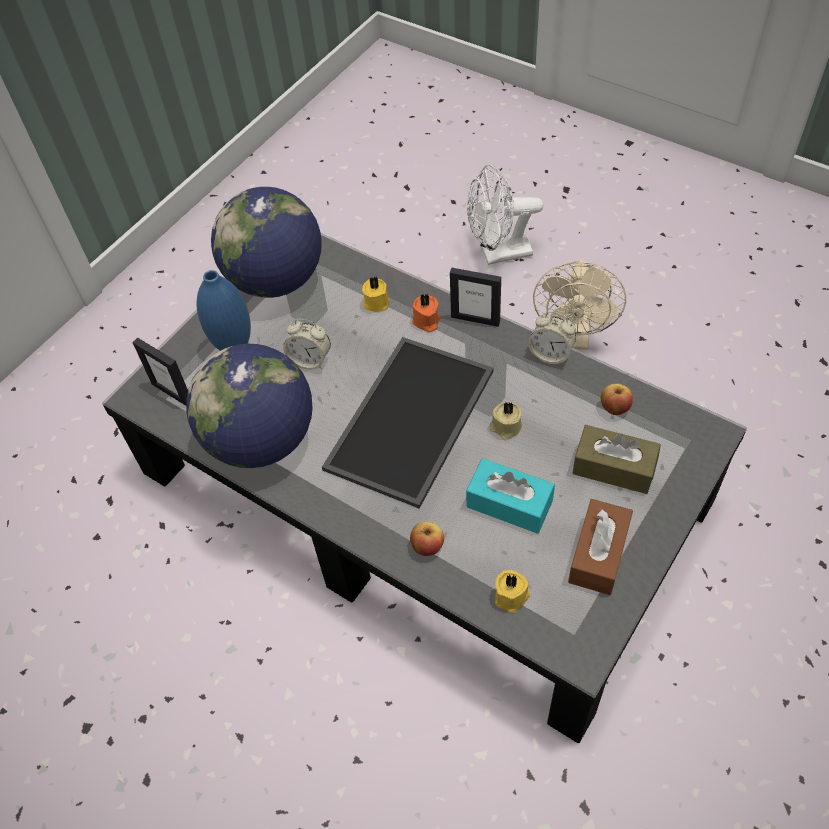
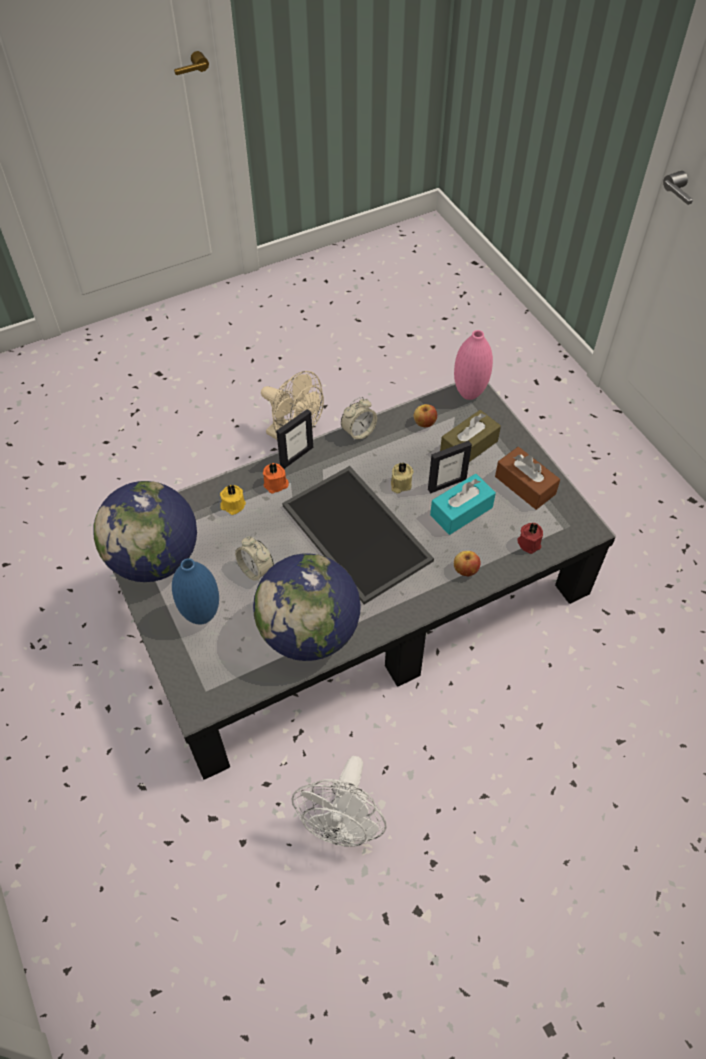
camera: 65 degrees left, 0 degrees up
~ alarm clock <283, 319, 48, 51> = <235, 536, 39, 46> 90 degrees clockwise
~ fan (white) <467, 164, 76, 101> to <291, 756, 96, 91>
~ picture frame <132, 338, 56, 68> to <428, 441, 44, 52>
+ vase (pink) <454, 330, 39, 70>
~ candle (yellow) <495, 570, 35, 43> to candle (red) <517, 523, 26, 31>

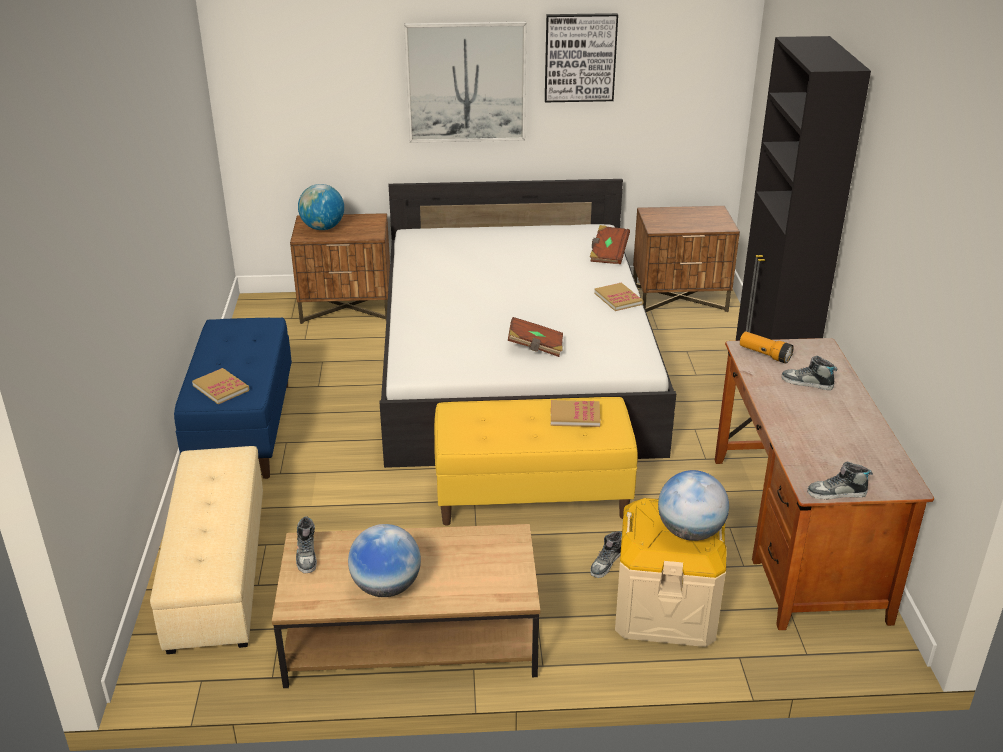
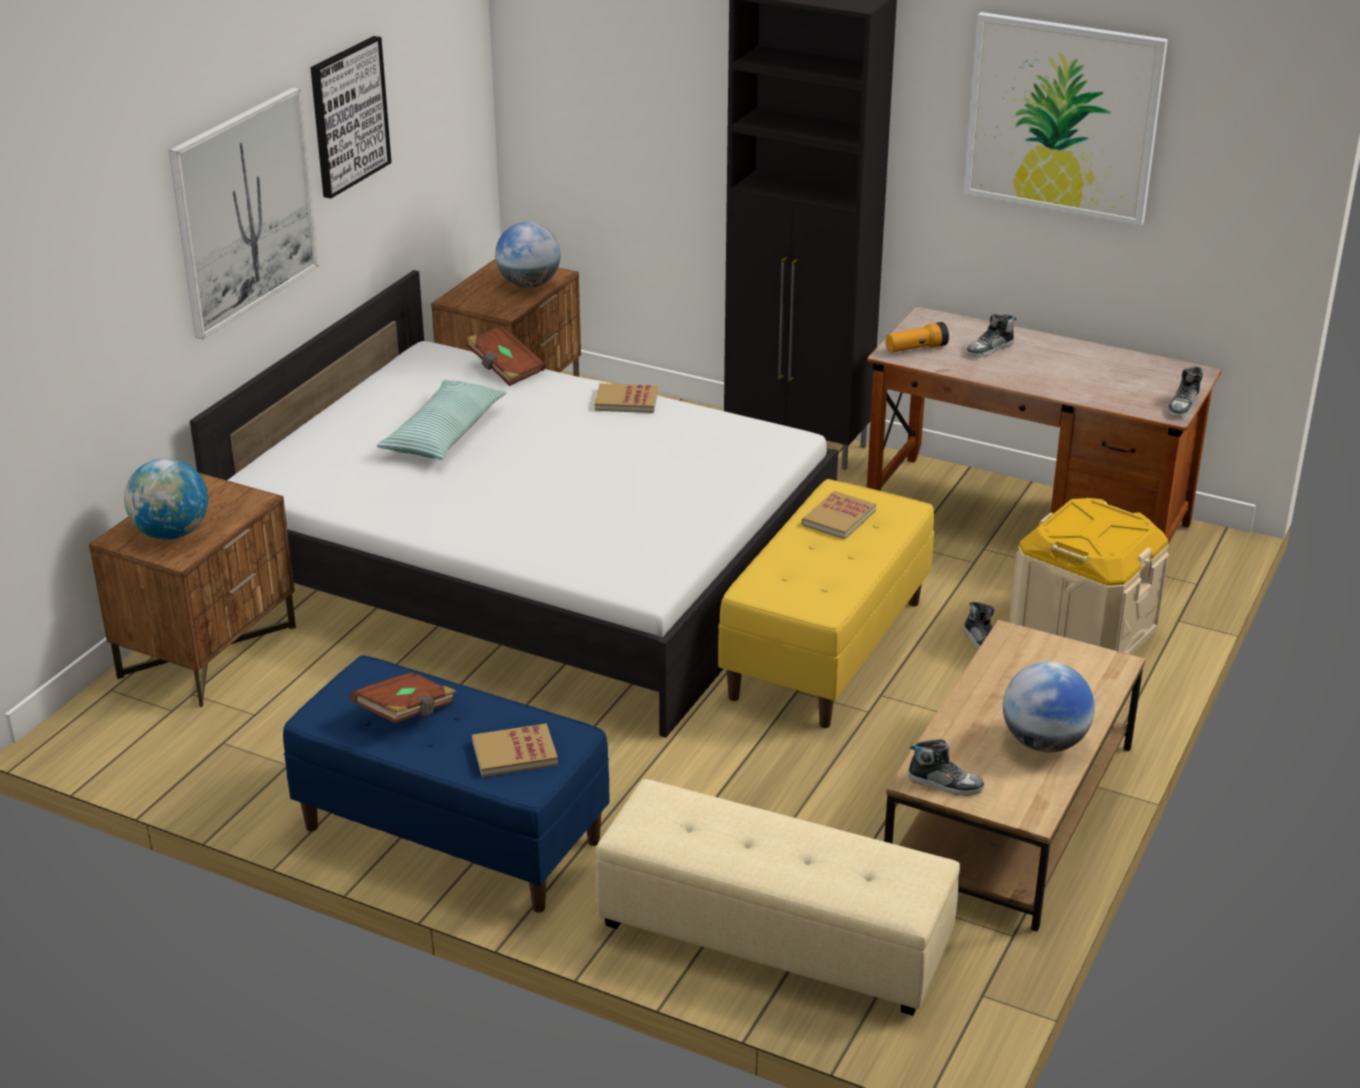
camera: 60 degrees left, 0 degrees up
~ book (brown) <508, 317, 55, 40> to <350, 672, 106, 51>
+ pillow <377, 380, 130, 80>
~ globe <658, 470, 71, 71> to <495, 222, 65, 66>
+ picture <964, 12, 204, 213>

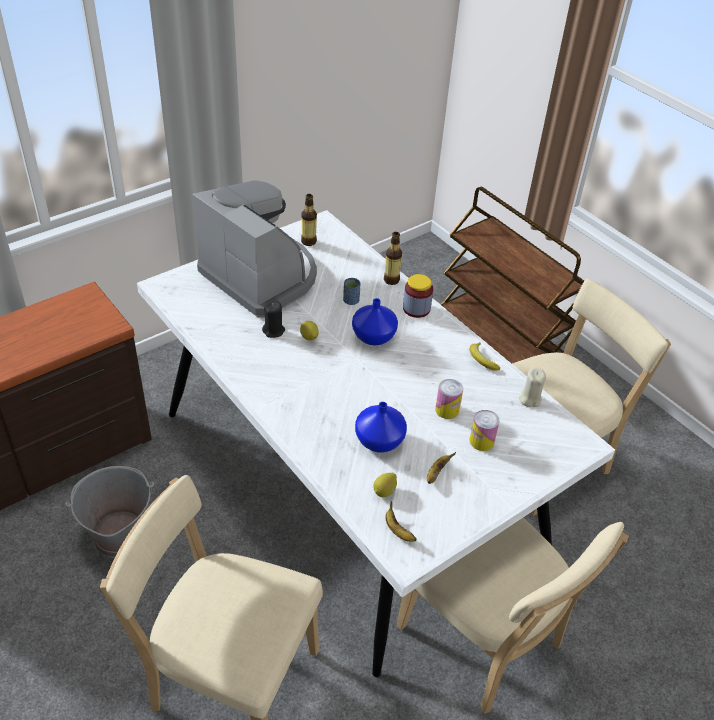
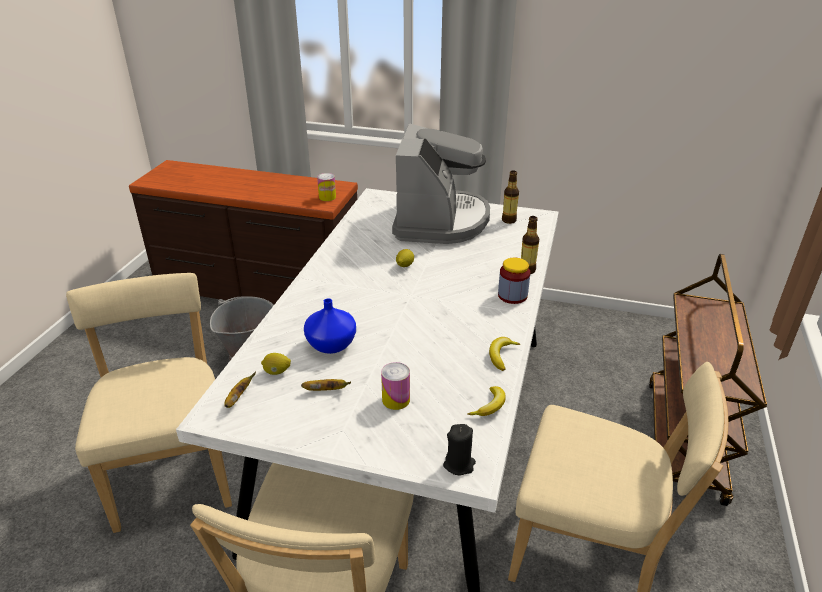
camera: 55 degrees right, 10 degrees down
~ can <435, 379, 28, 40> to <317, 173, 19, 28>
~ candle (black) <262, 301, 23, 37> to <443, 424, 33, 52>
~ candle (beige) <519, 368, 27, 39> to banana <467, 386, 39, 30>
- cup (blue) <343, 278, 18, 27>
- vase (blue) <352, 298, 46, 47>

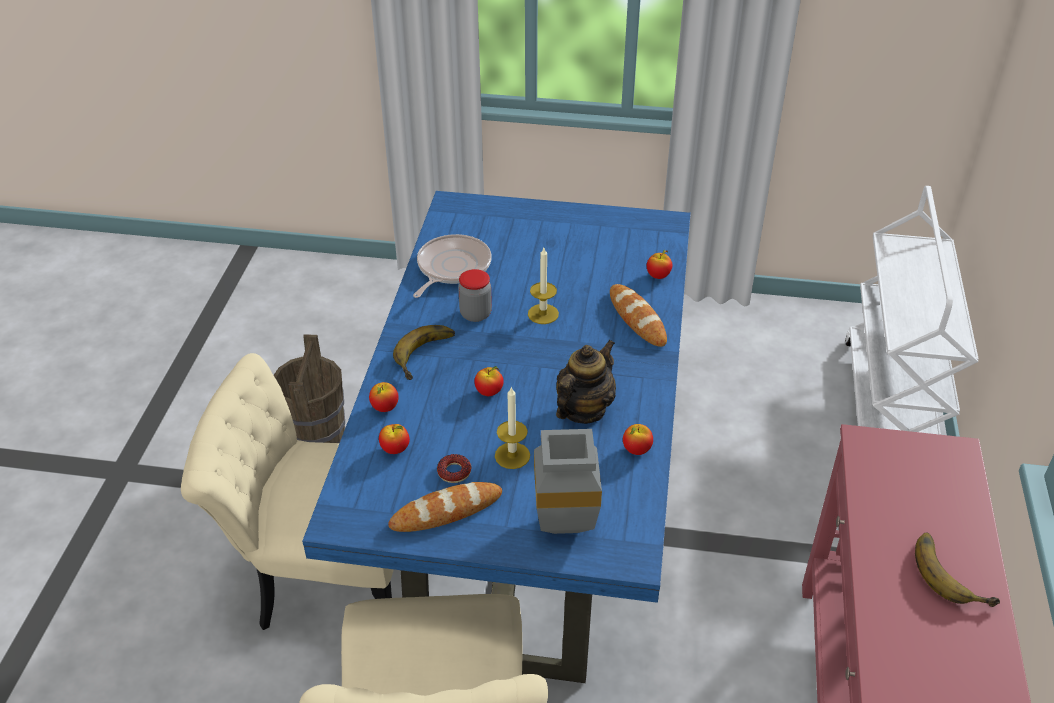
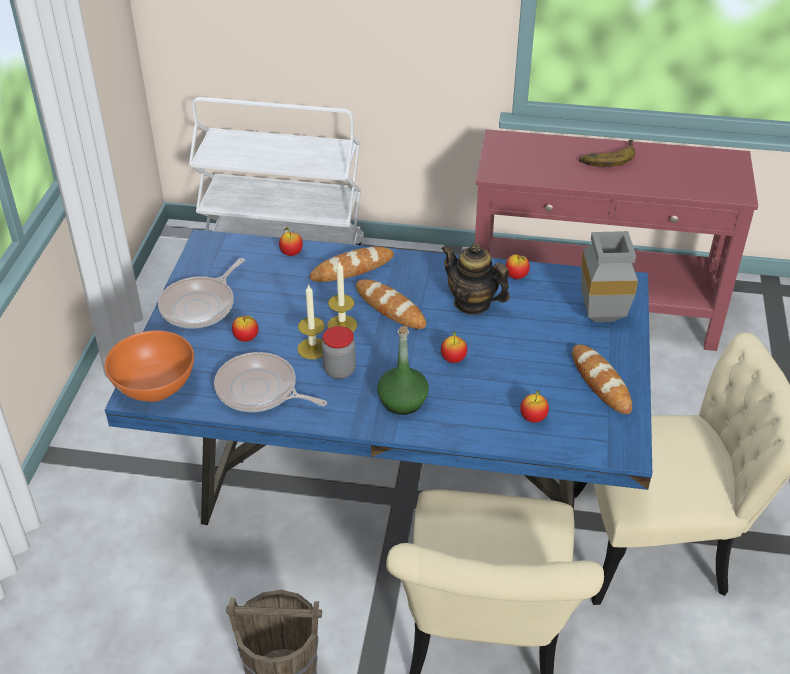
camera: 90 degrees left, 0 degrees up
+ bowl (orange) <105, 331, 89, 71>
+ frying pan <158, 258, 87, 71>
~ apple <369, 382, 30, 30> to <232, 316, 27, 26>
~ candle <495, 386, 35, 83> to <297, 284, 28, 75>
+ bread <356, 279, 70, 50>
~ banana <393, 325, 62, 55> to bottle (green) <377, 326, 52, 89>
- donut <437, 454, 34, 29>

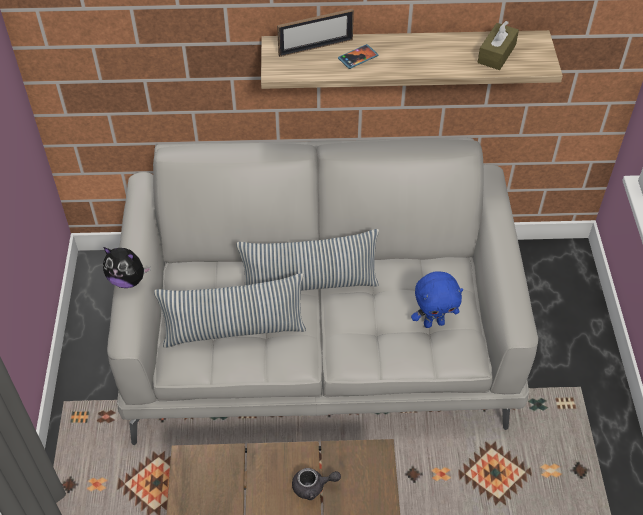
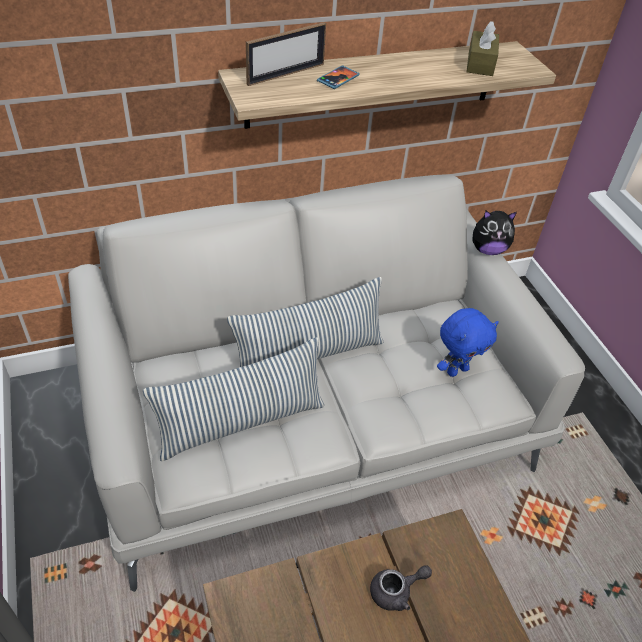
camera: 20 degrees left, 5 degrees down
~ plush toy <103, 247, 48, 41> to <473, 211, 44, 44>

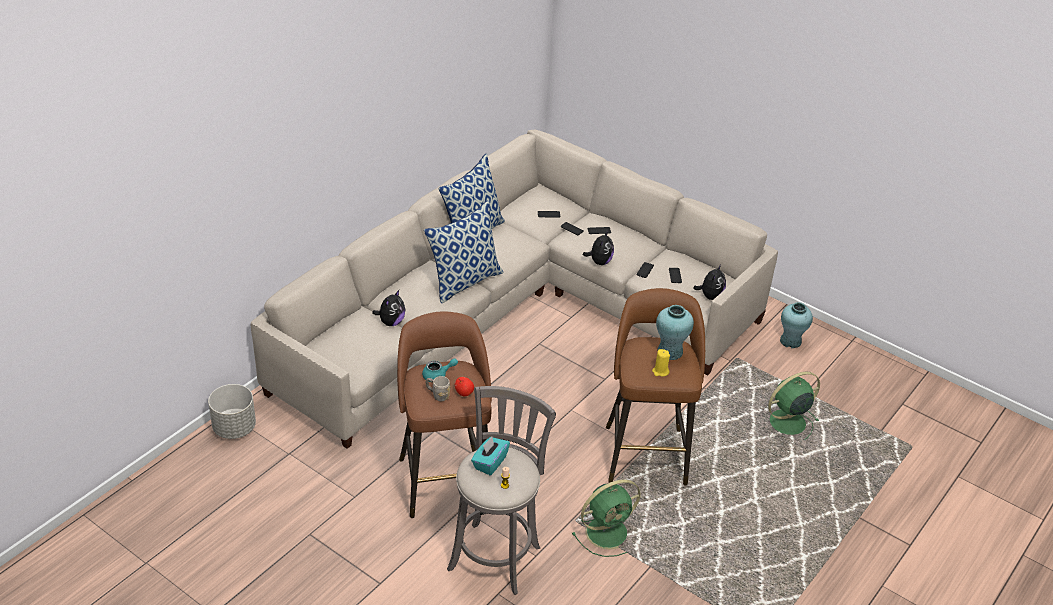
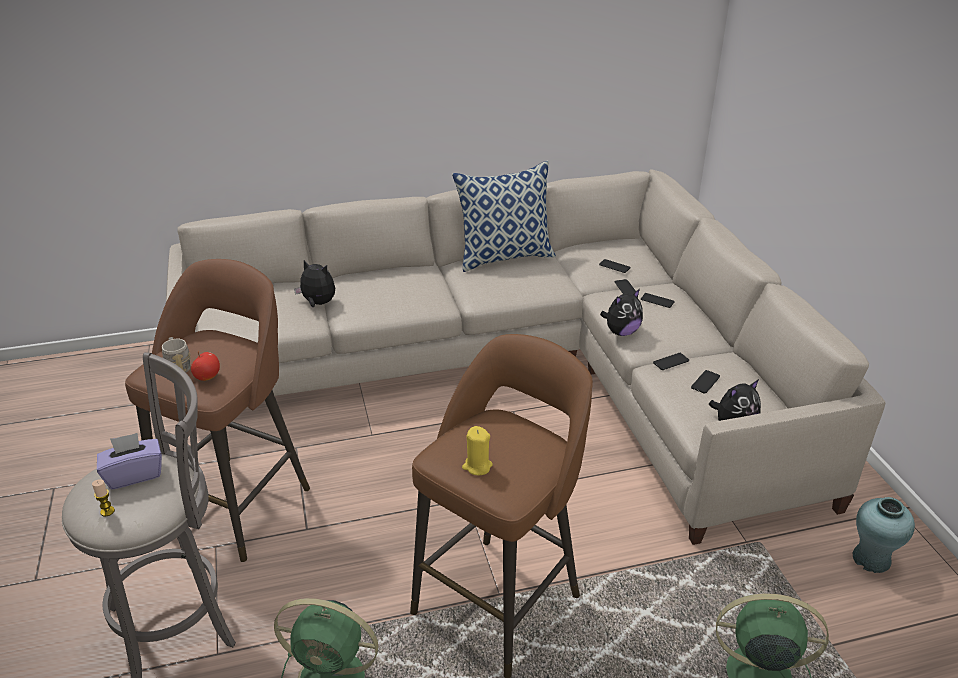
camera: 40 degrees right, 5 degrees down
~ tissue box (turquoise) <471, 437, 39, 38> to tissue box (purple) <97, 433, 65, 56>
~ plush toy <372, 290, 33, 36> = <294, 260, 41, 47> 135 degrees counterclockwise
- planter (grey) <208, 384, 48, 55>
- teapot (turquoise) <422, 358, 36, 24>
- pillow <424, 200, 80, 103>
- vase (turquoise) <656, 305, 38, 55>

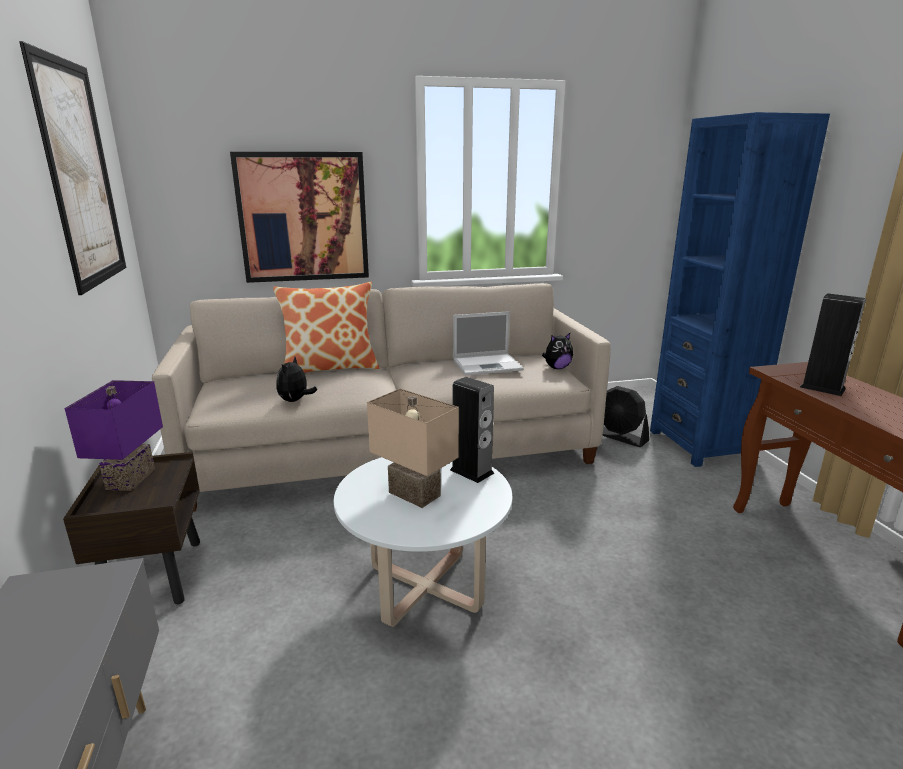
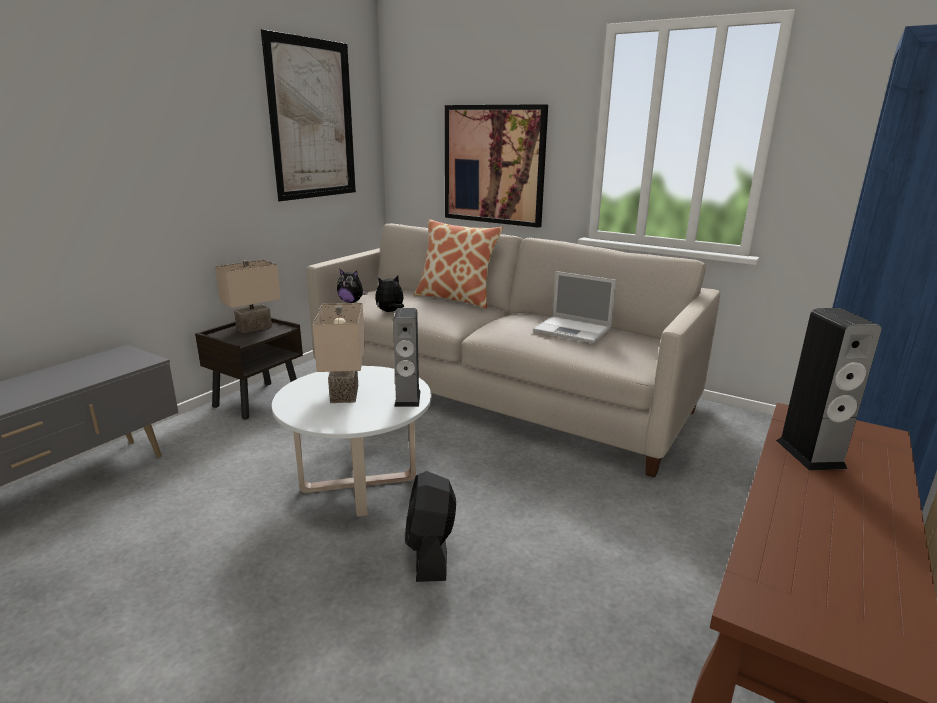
camera: 45 degrees right, 0 degrees up
~ table lamp (purple) <65, 380, 98, 111> to table lamp (beige) <215, 260, 66, 73>
~ plush toy <542, 333, 31, 36> to <337, 269, 31, 34>
~ fan (black) <602, 386, 47, 61> to <405, 471, 51, 111>

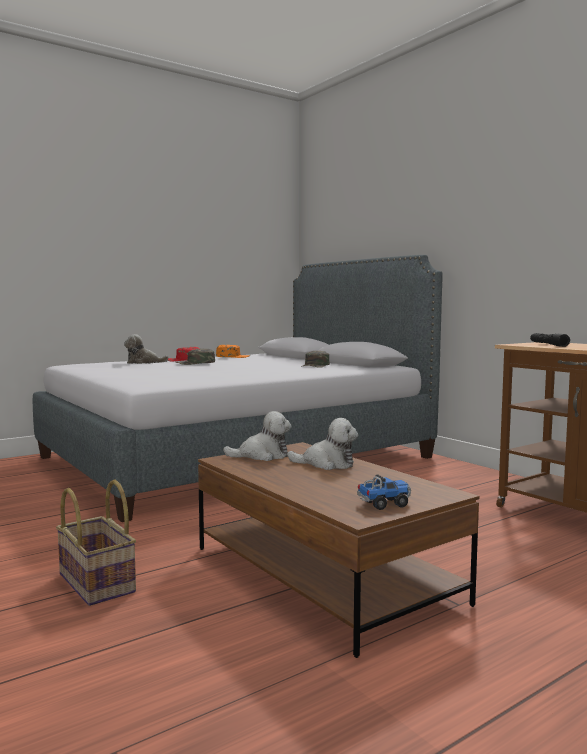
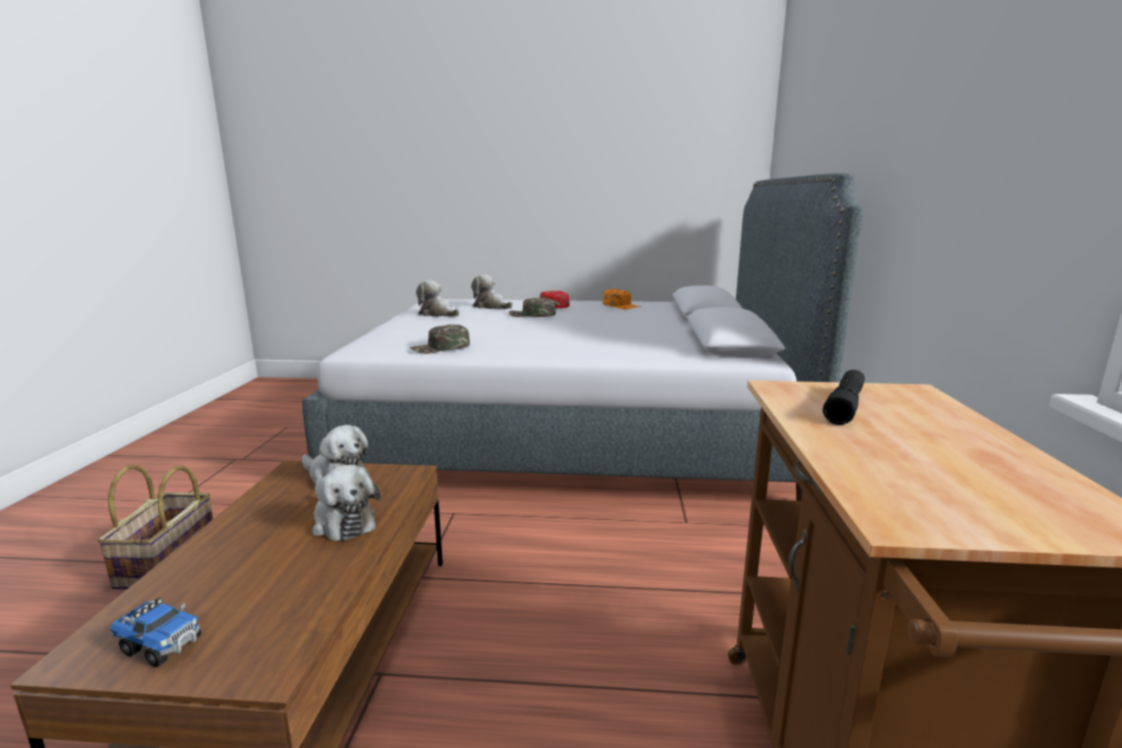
camera: 40 degrees right, 10 degrees up
~ cap (green) <301, 351, 29, 17> to <410, 324, 60, 30>
+ plush toy <416, 280, 44, 37>

